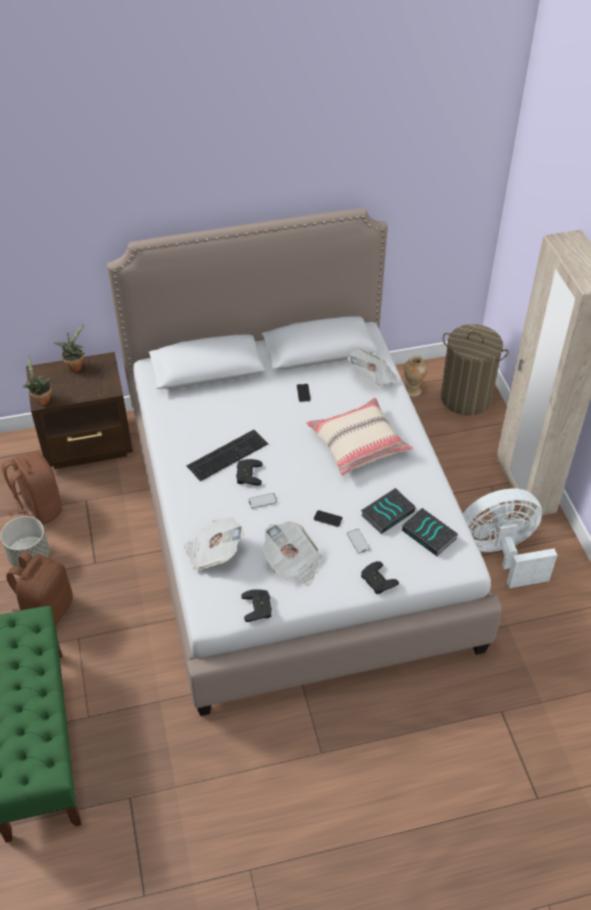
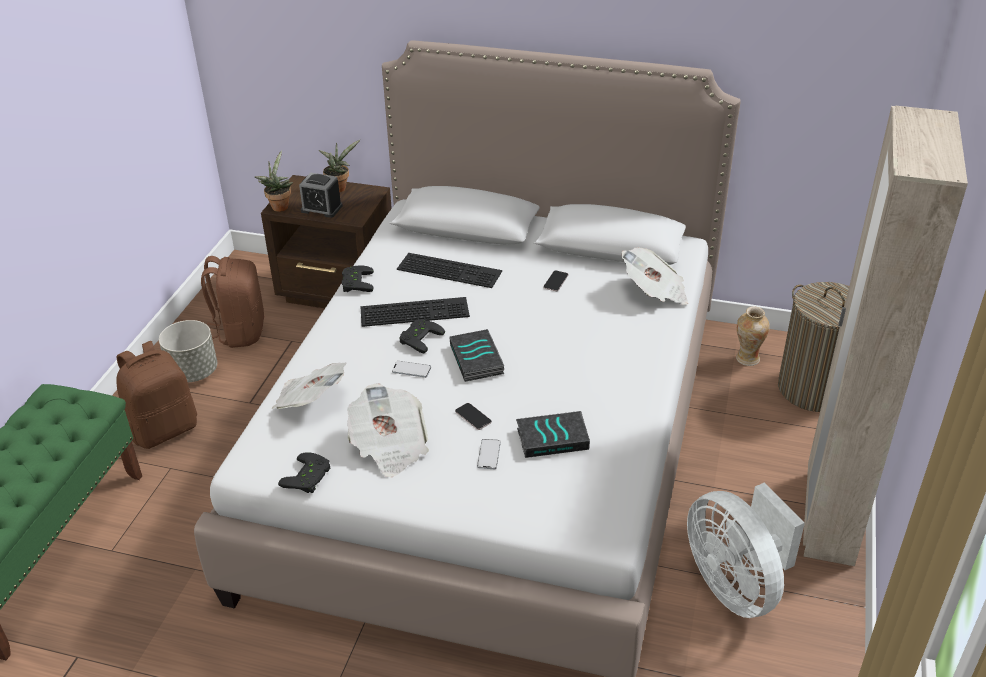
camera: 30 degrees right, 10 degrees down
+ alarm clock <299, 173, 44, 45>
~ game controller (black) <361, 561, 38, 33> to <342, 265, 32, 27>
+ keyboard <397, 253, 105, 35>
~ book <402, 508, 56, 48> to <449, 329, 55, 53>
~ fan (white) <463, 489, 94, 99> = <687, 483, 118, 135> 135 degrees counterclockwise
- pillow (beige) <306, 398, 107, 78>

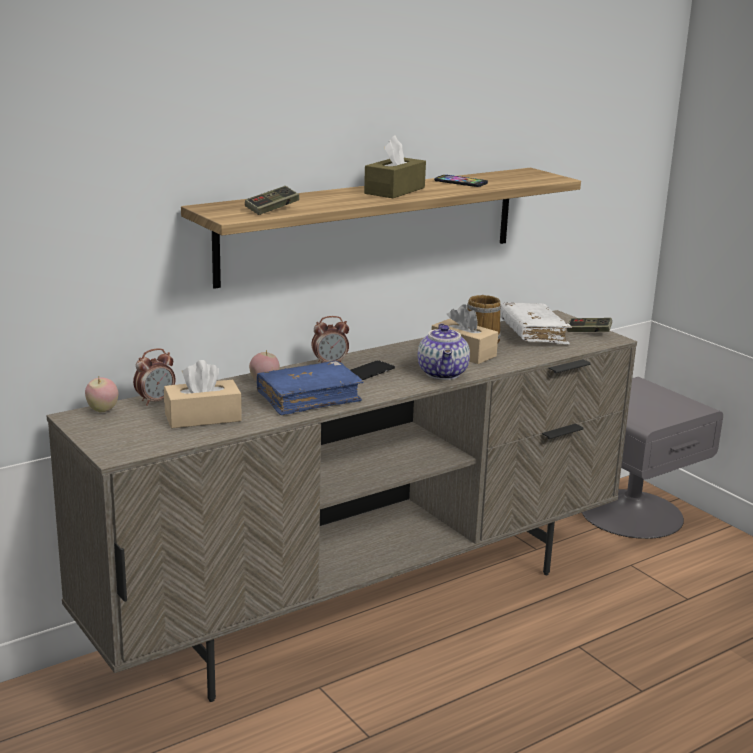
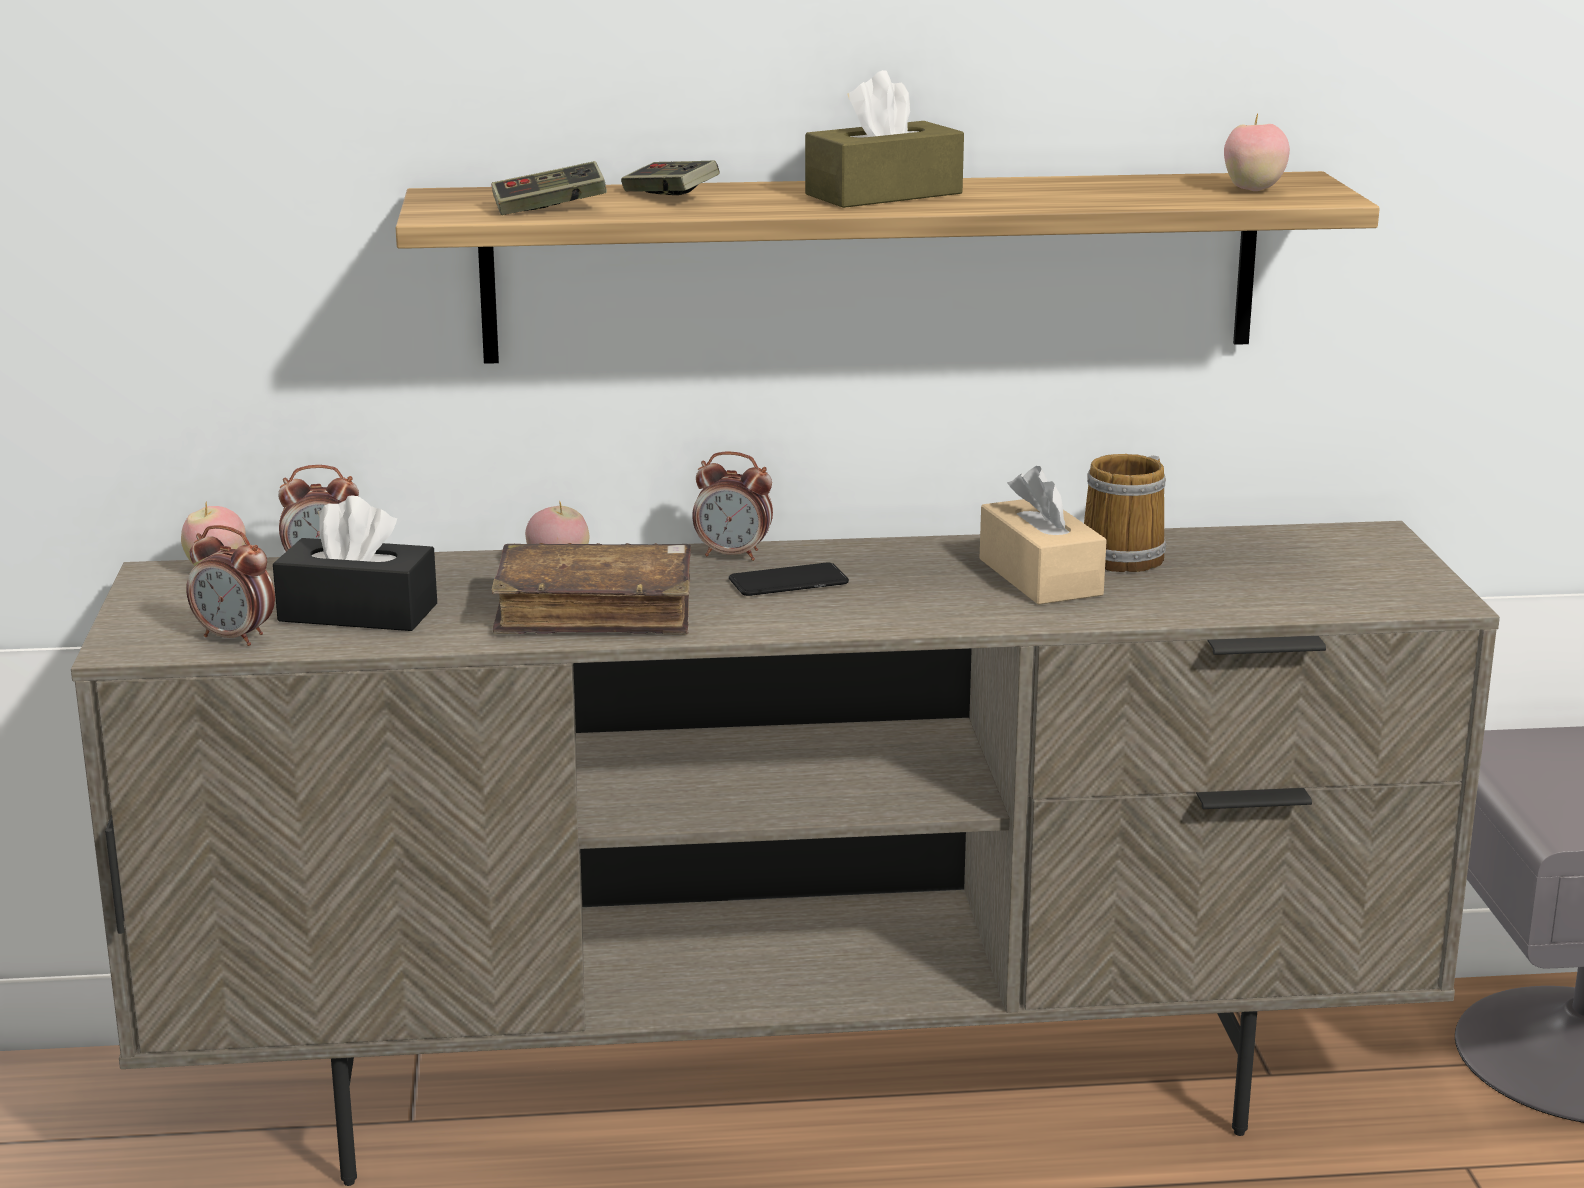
camera: 30 degrees right, 0 degrees up
+ alarm clock <186, 525, 89, 121>
~ tissue box (beige) <164, 360, 78, 68> to tissue box (black) <273, 495, 164, 136>
~ book (blue) <257, 361, 107, 55> to book (brown) <492, 543, 199, 92>
~ game controller <567, 318, 45, 14> to <621, 161, 98, 34>
+ apple <1224, 113, 66, 78>
- teapot <418, 324, 52, 56>
- phone <434, 175, 54, 12>
- book (white) <500, 302, 72, 43>

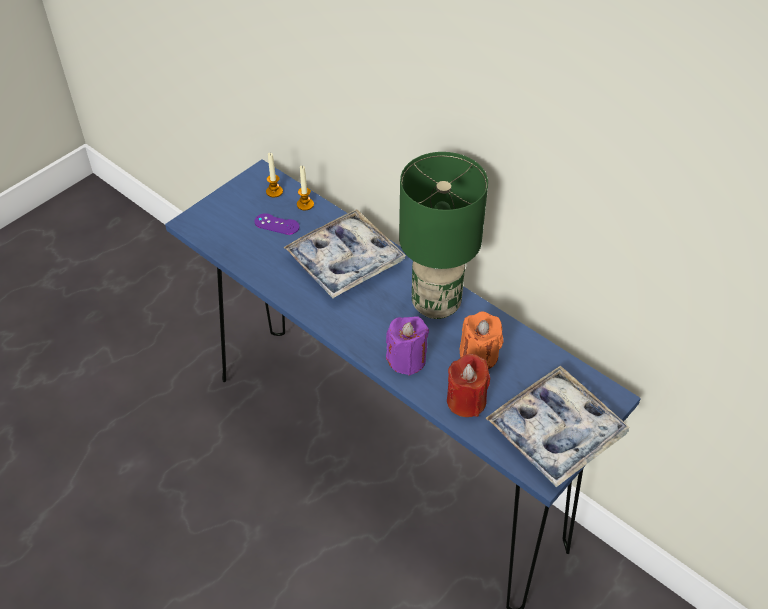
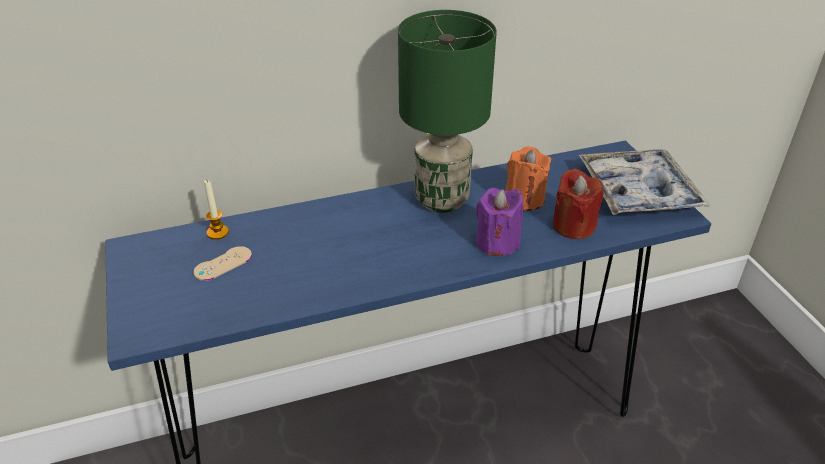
camera: 60 degrees left, 10 degrees down
~ game controller (purple) <254, 213, 45, 22> to game controller (beige) <193, 246, 59, 35>
- candle <266, 153, 17, 44>
- tray <283, 209, 123, 90>

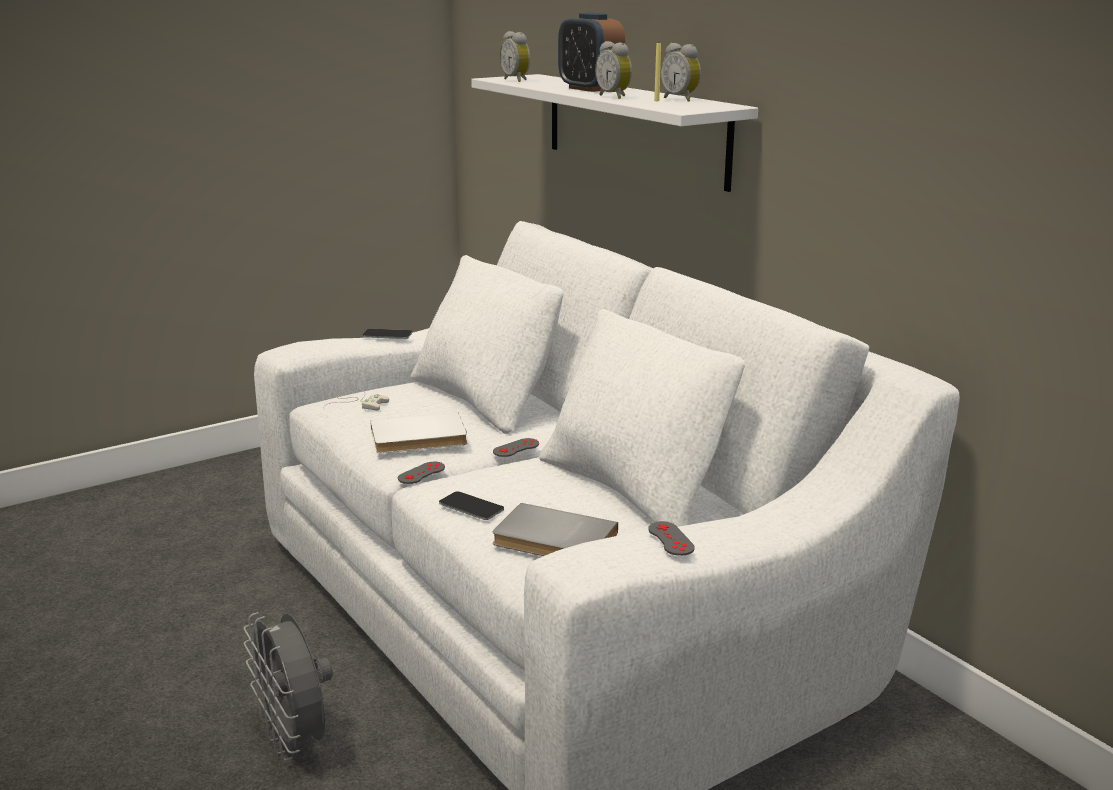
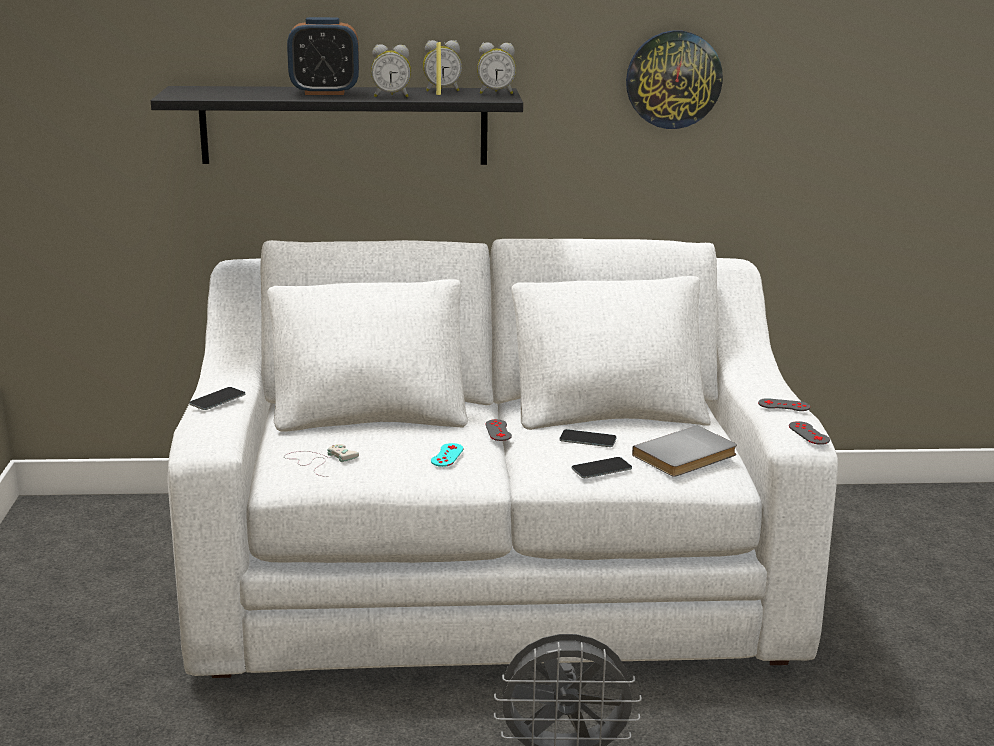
camera: 60 degrees left, 0 degrees up
~ shelf (white) <471, 74, 287, 118> to shelf (black) <151, 86, 372, 79>
~ book (white) <370, 412, 97, 41> to game controller (turquoise) <431, 443, 33, 24>
~ alarm clock <500, 31, 30, 51> to <477, 43, 39, 51>
+ phone <560, 429, 57, 18>
+ wall clock <626, 30, 97, 99>
~ game controller (grey) <398, 462, 47, 22> to <789, 421, 41, 24>

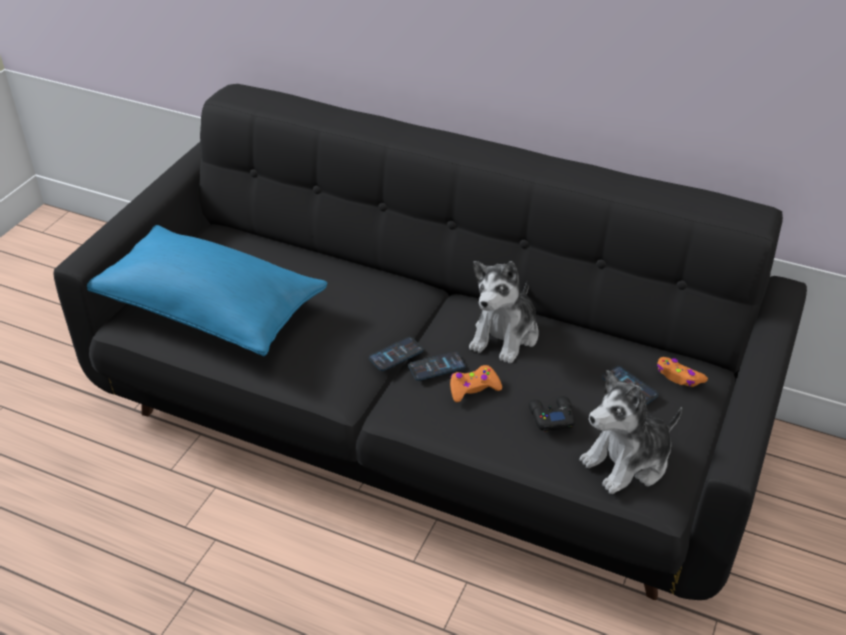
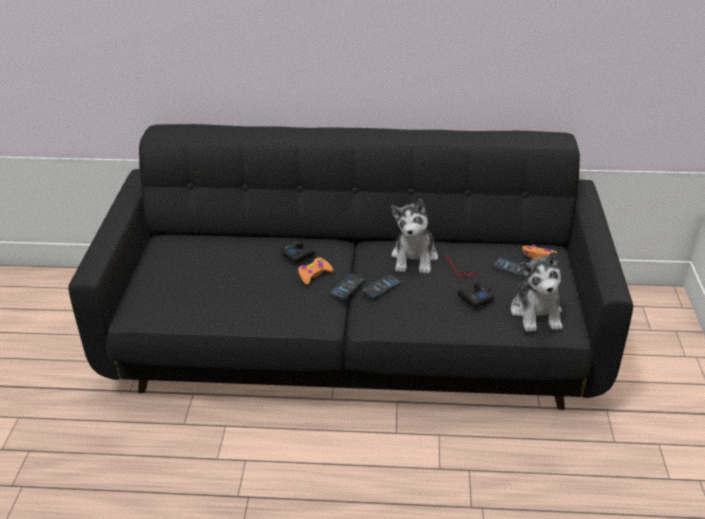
camera: 20 degrees left, 5 degrees down
+ game controller (black) <281, 240, 35, 23>
~ game controller (orange) <450, 365, 52, 37> to <298, 257, 35, 28>
+ phone <446, 251, 31, 26>
~ plush toy <580, 370, 102, 124> = <511, 251, 52, 81> 45 degrees counterclockwise
- pillow (blue) <87, 225, 240, 131>

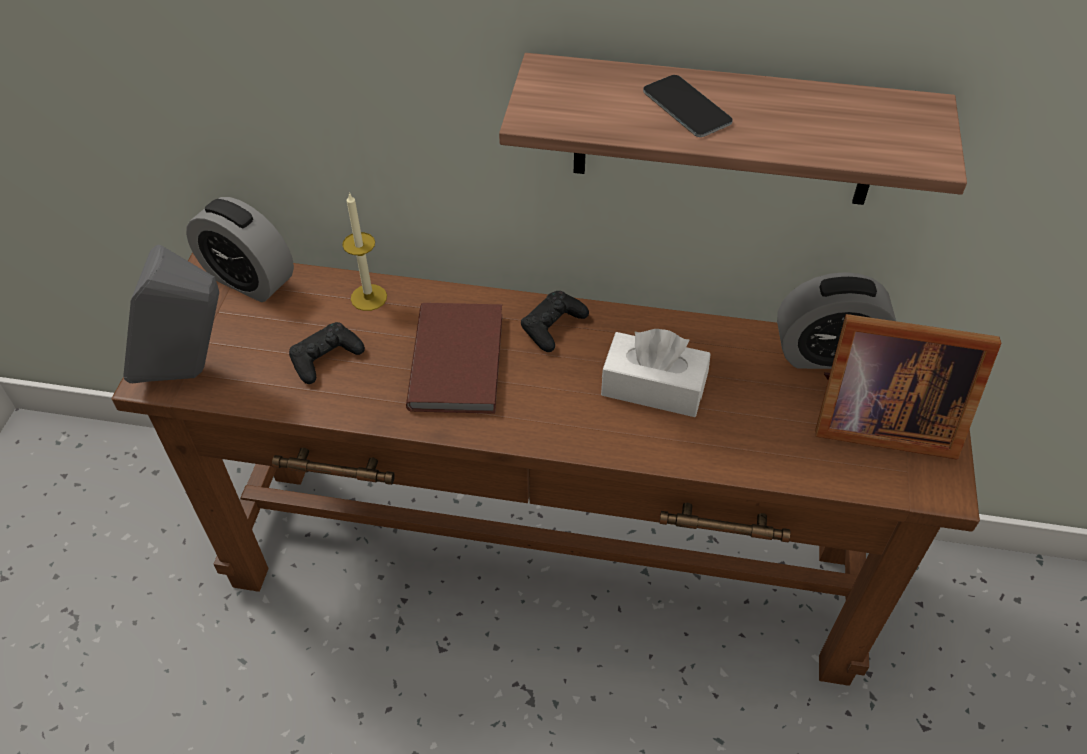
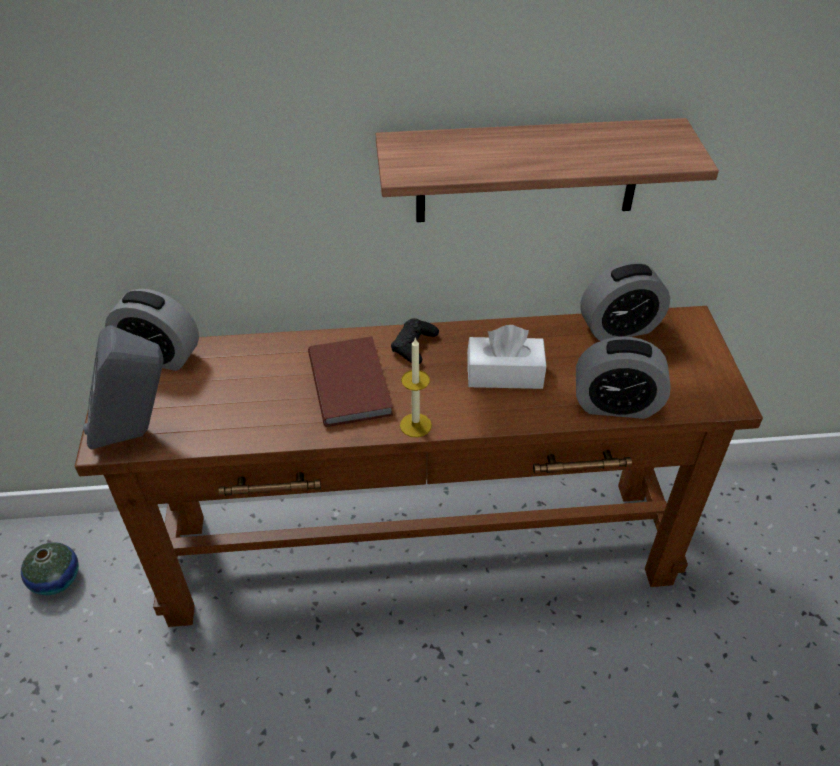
camera: 15 degrees left, 5 degrees down
+ vase <21, 542, 58, 53>
~ candle <342, 192, 45, 119> to <400, 337, 32, 101>
+ alarm clock <576, 337, 95, 82>
- game controller (black) <289, 322, 76, 62>
- phone <643, 75, 90, 62>
- picture frame <815, 314, 186, 146>

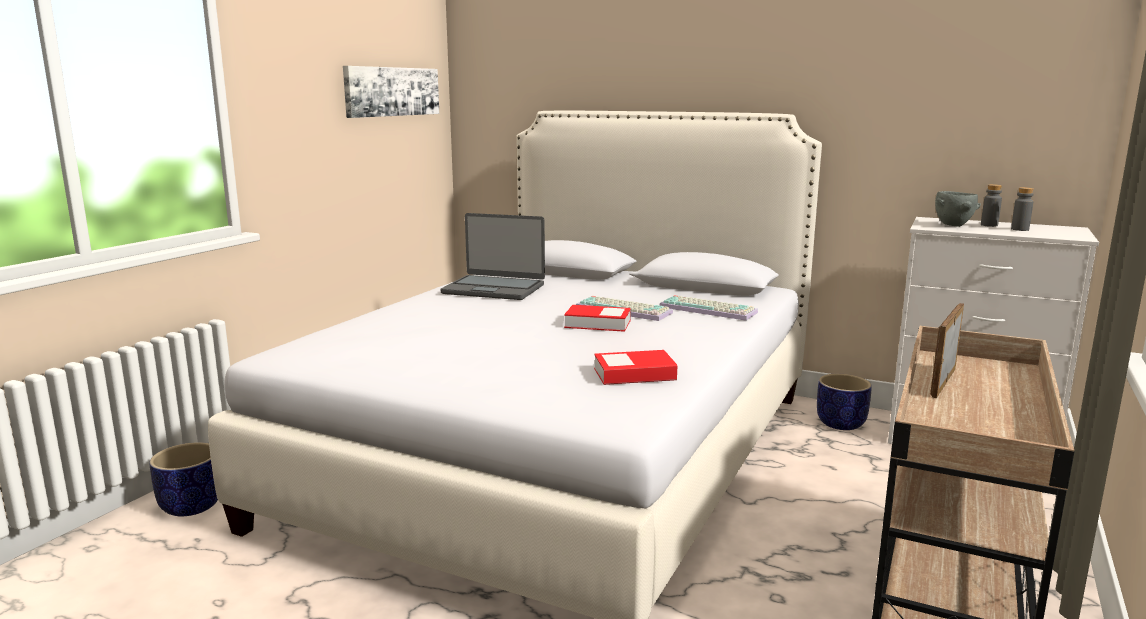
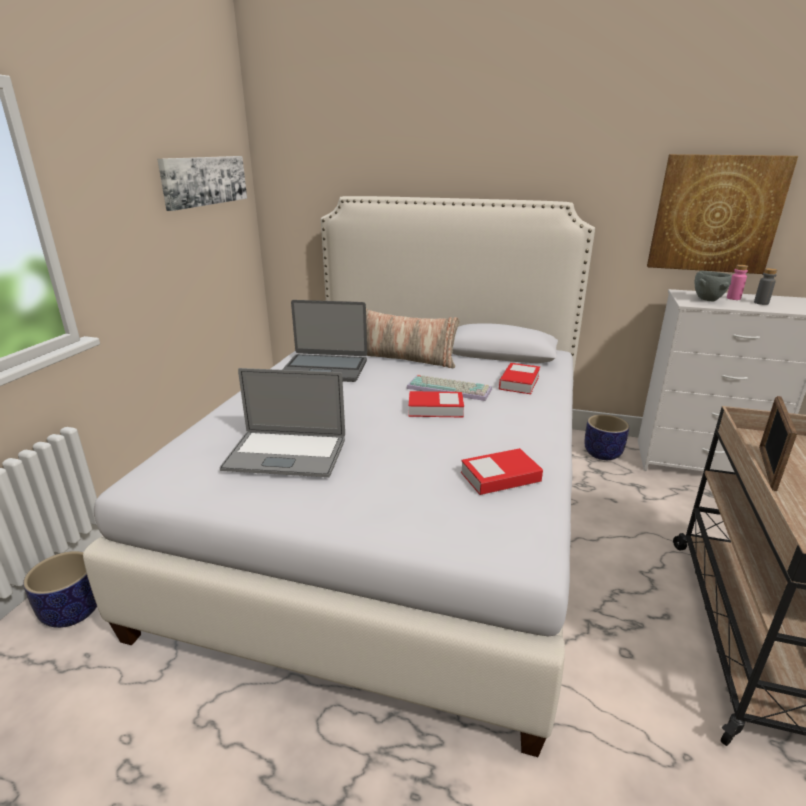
camera: 10 degrees left, 10 degrees up
+ laptop <219, 368, 126, 109>
+ pillow <366, 308, 94, 60>
~ keyboard <659, 295, 99, 26> to book <499, 363, 41, 31>
+ picture <647, 154, 151, 120>
~ bottle (grey) <981, 184, 21, 43> to bottle (pink) <727, 265, 21, 35>

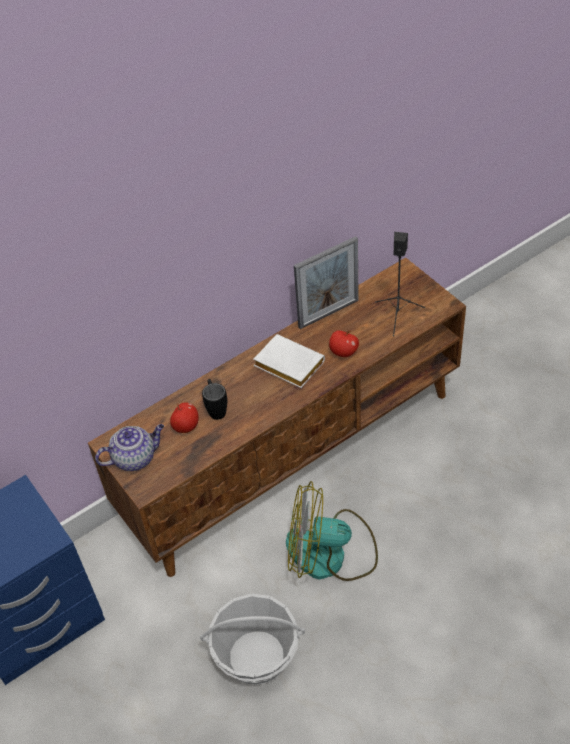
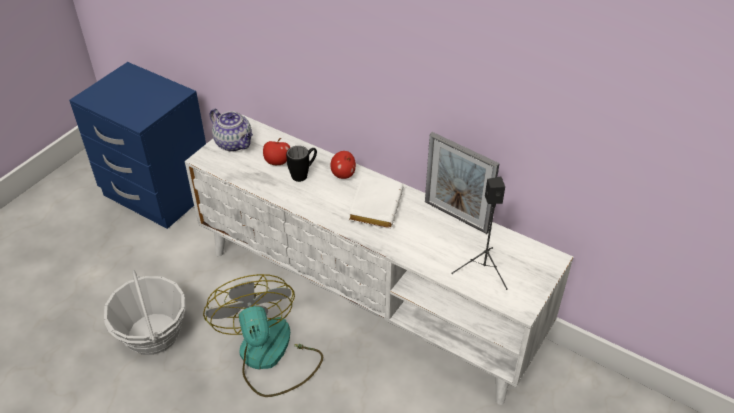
camera: 65 degrees right, 5 degrees down
~ tv stand (brown) <88, 258, 378, 319> to tv stand (white) <185, 115, 388, 290>
~ apple <329, 330, 30, 27> to <330, 151, 26, 28>

